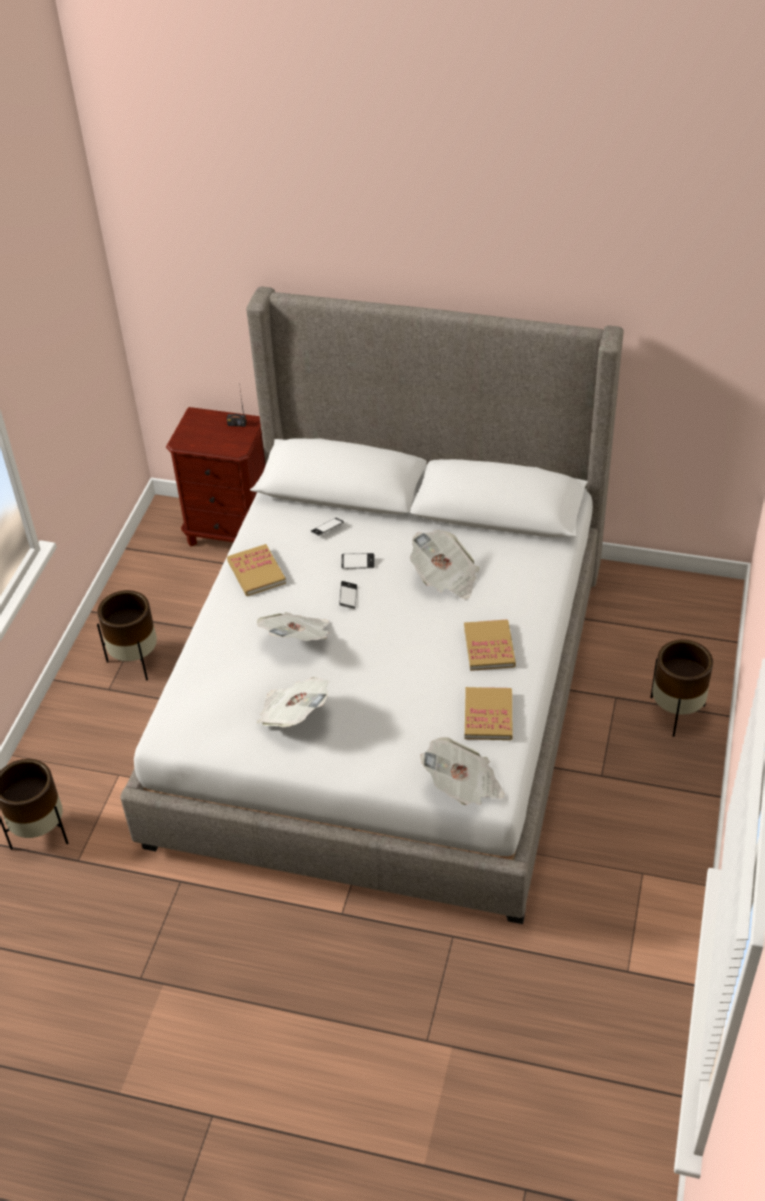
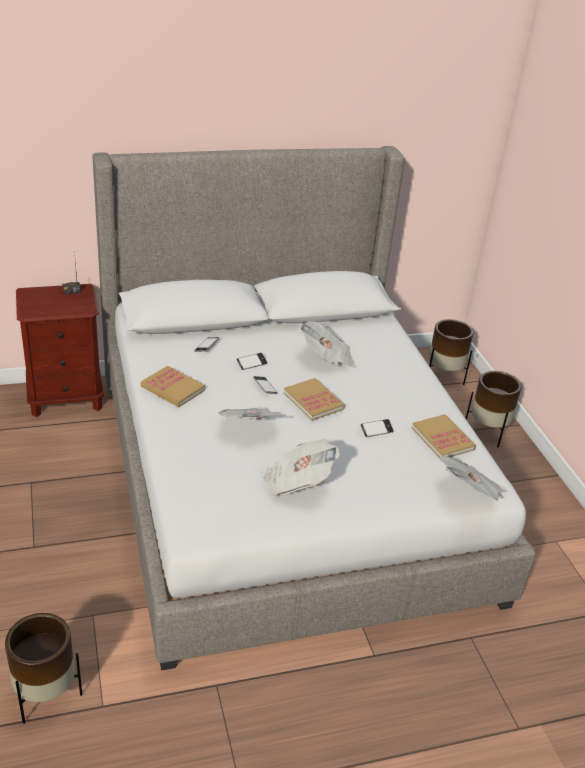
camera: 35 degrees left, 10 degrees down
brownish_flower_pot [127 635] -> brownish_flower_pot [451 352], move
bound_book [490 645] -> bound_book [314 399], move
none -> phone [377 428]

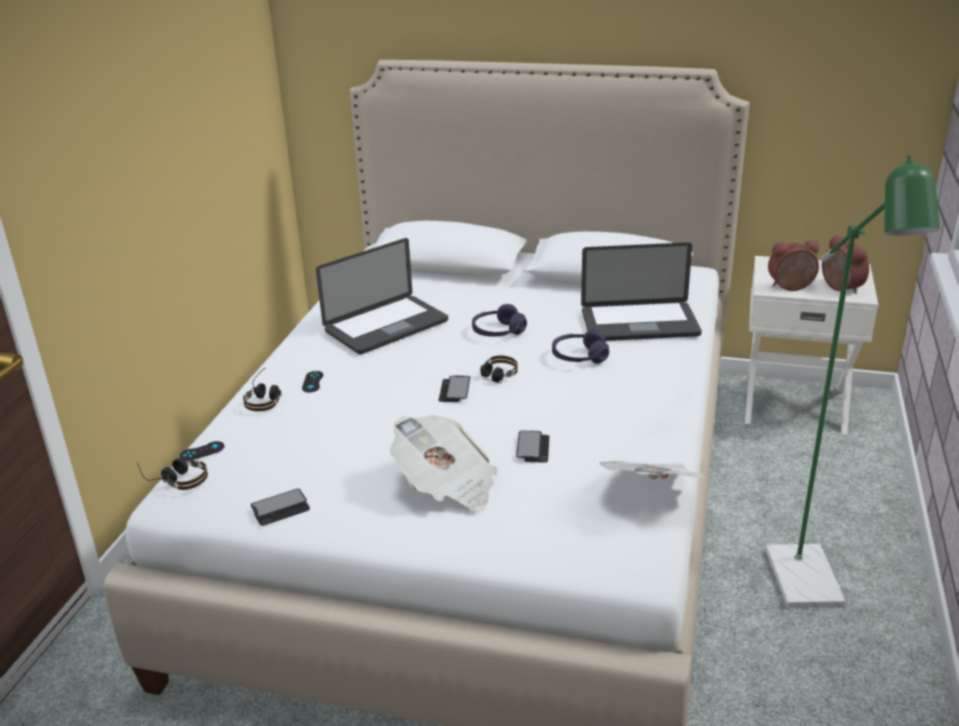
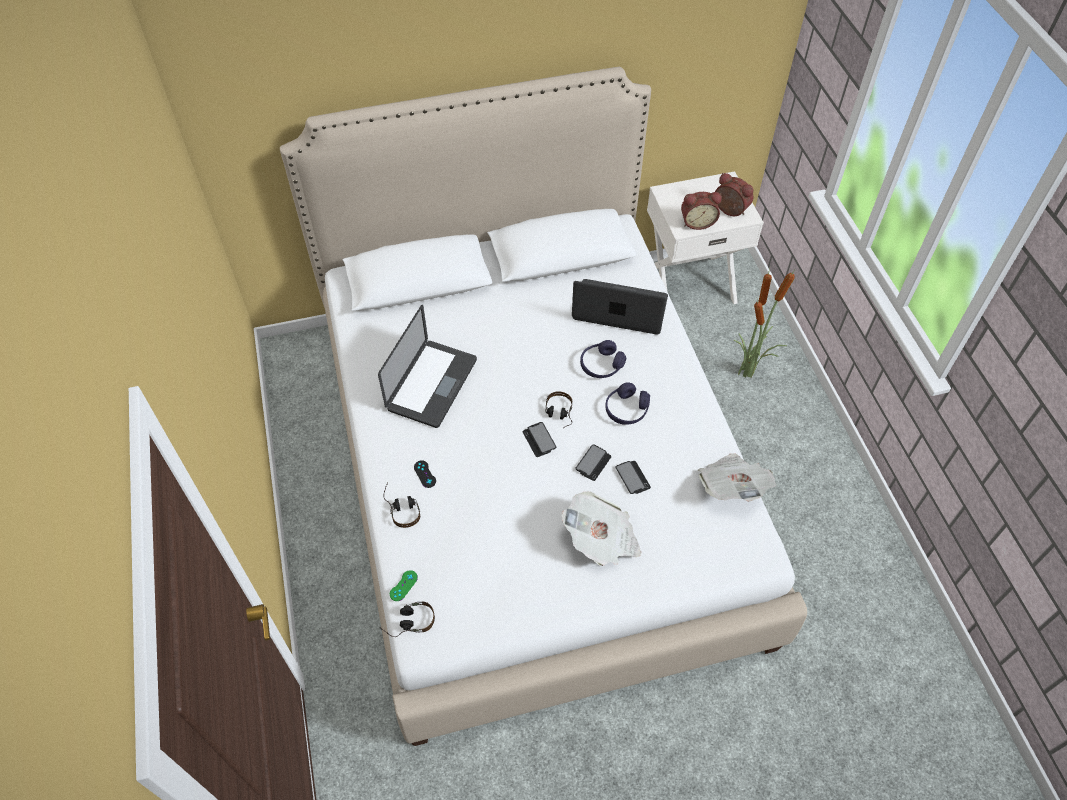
camera: 30 degrees left, 25 degrees up
blackish_joypad [202 451] -> greenish_joypad [404 585]
phone [280 507] -> phone [593 463], move
purplish_headset [499 320] -> purplish_headset [627 403], move
laptop [641 291] -> laptop [620 307], 135 degrees counterclockwise
greenish_standing_lamp [853 381] -> none
table_clock [793 265] -> table_clock [701 211], 150 degrees counterclockwise
none -> plant_in_a_pot [765 322]

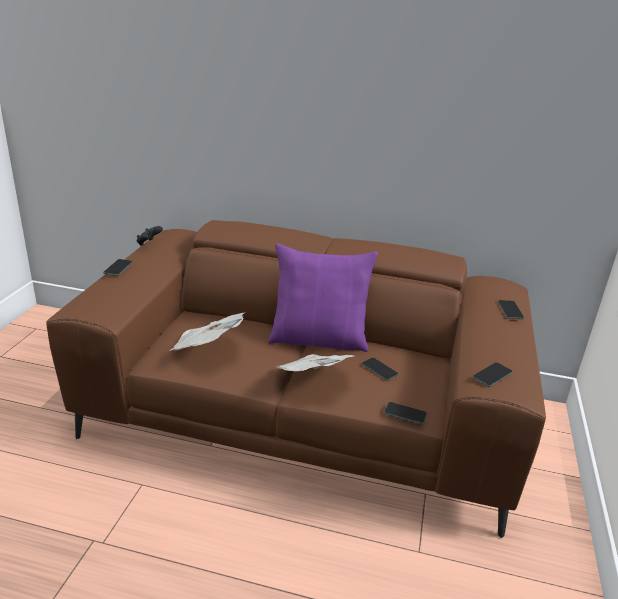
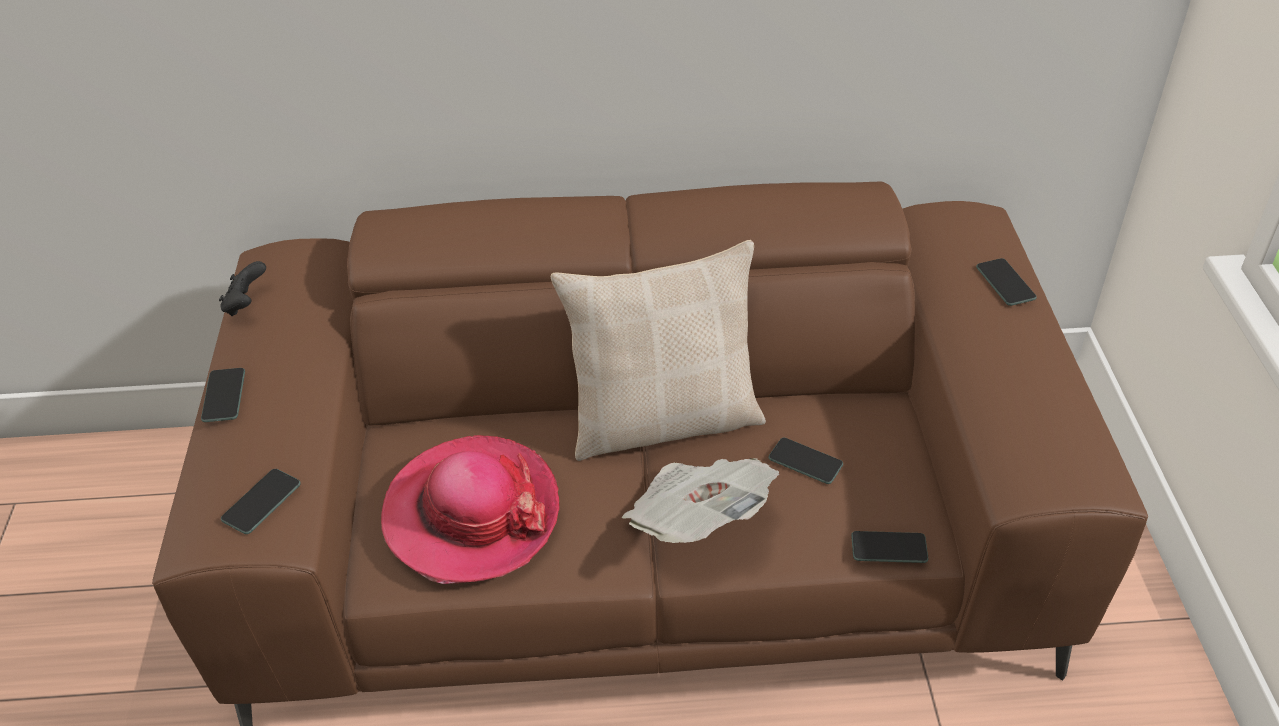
camera: 15 degrees left, 15 degrees up
daily_paper [207 331] -> wearable_hat [470 509]
purplish_throw_pillow [323 297] -> beige-coloured_throw_pillow [658 350]
phone [492 374] -> phone [261 501], move

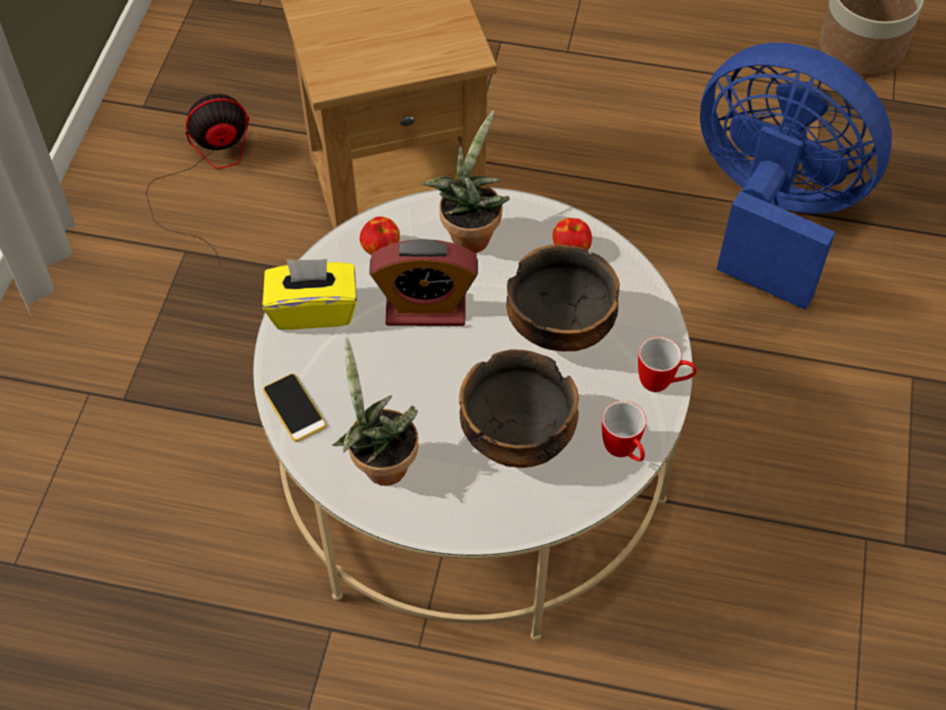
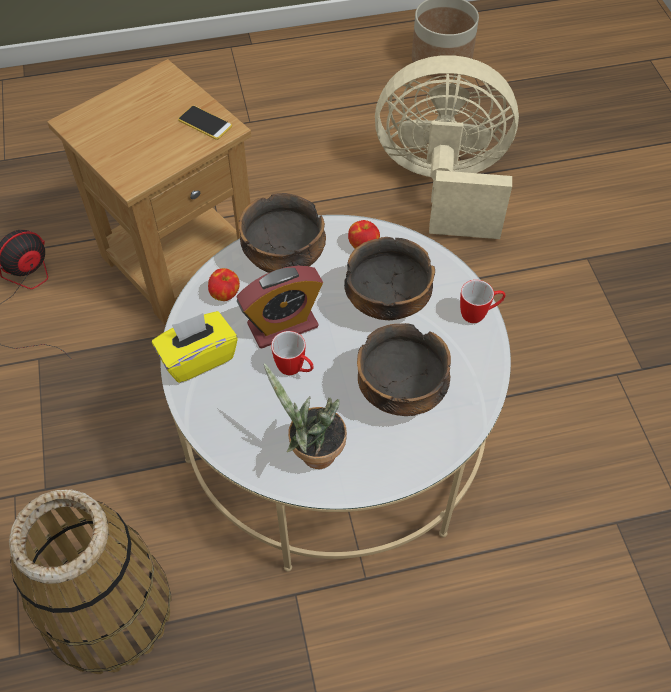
camera: 25 degrees left, 0 degrees up
phone [294 408] -> phone [205 123], move
plant_in_a_pot [465 181] -> bowl [282 233]
coffee_mug [624 431] -> coffee_mug [292 353], move
bluish_fan [796 176] -> beige-coloured_fan [447 147]
none -> basket [90 582]

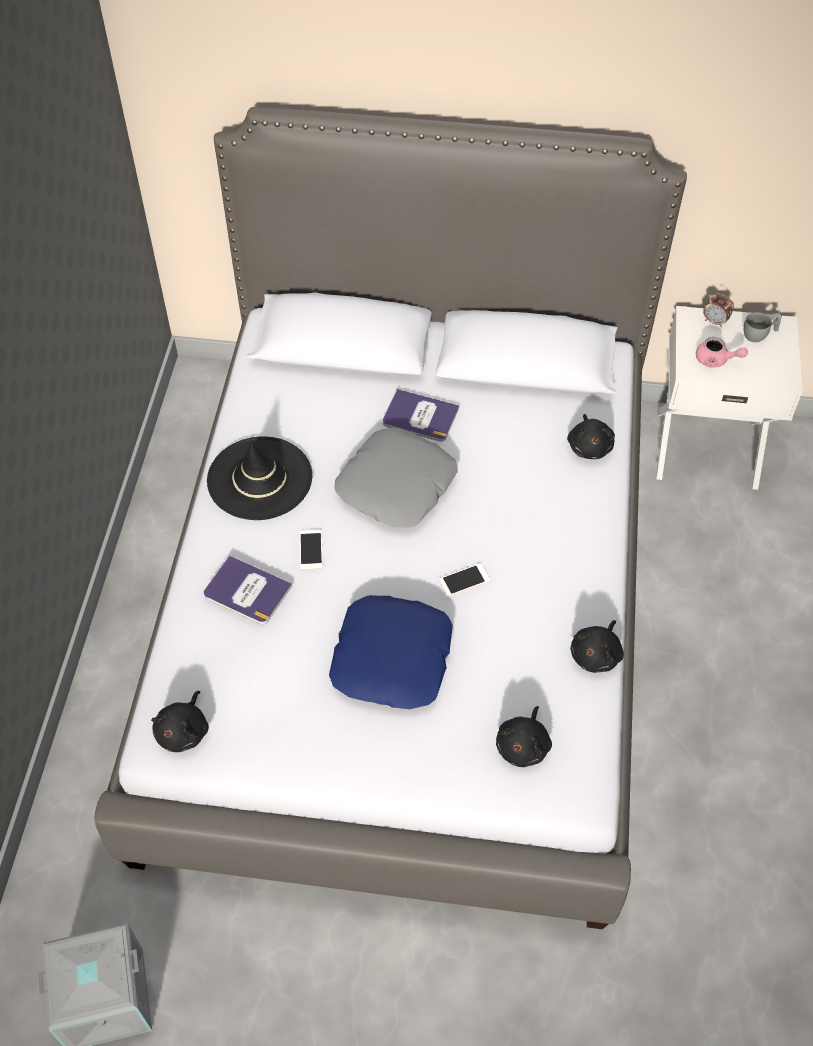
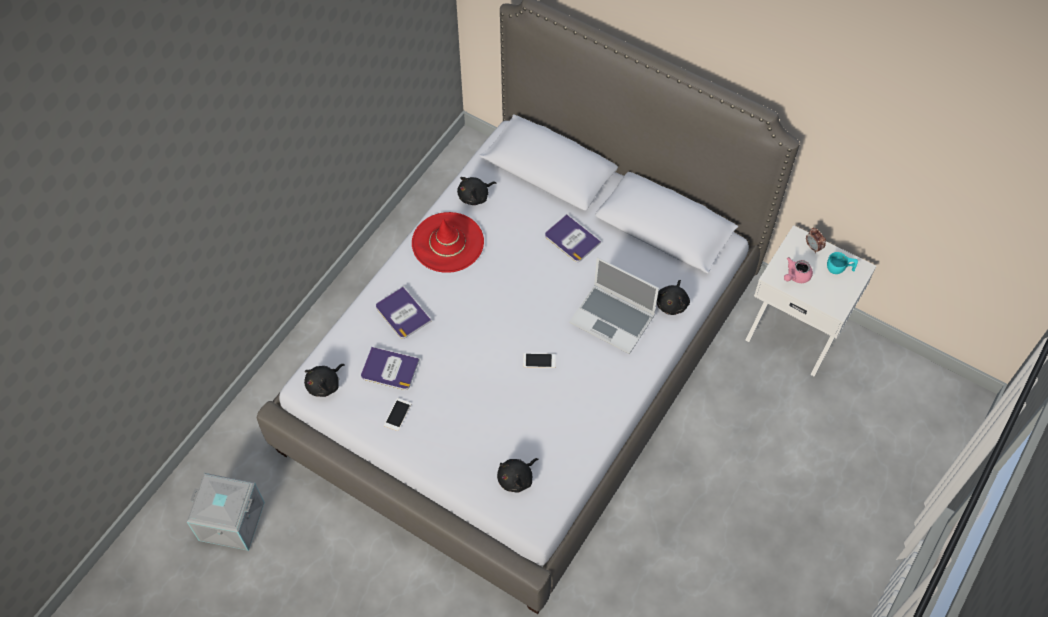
camera: 25 degrees right, 5 degrees up
blackish_wearable_hat [259 478] -> reddish_wearable_hat [448 242]
phone [311 550] -> phone [398 414], move
bluish_throw_pillow [391 652] -> none
grey_throw_pillow [396 477] -> none
blackish_cuddly_toy [597 646] -> blackish_cuddly_toy [477 191], move
pink-coloured_tea_pot [722 352] -> pink-coloured_tea_pot [798 270], 90 degrees clockwise
grey_drinking_cup [763 327] -> turquoise-coloured_drinking_cup [842 263]
none -> bound_book [390 368]
none -> laptop [614 305]

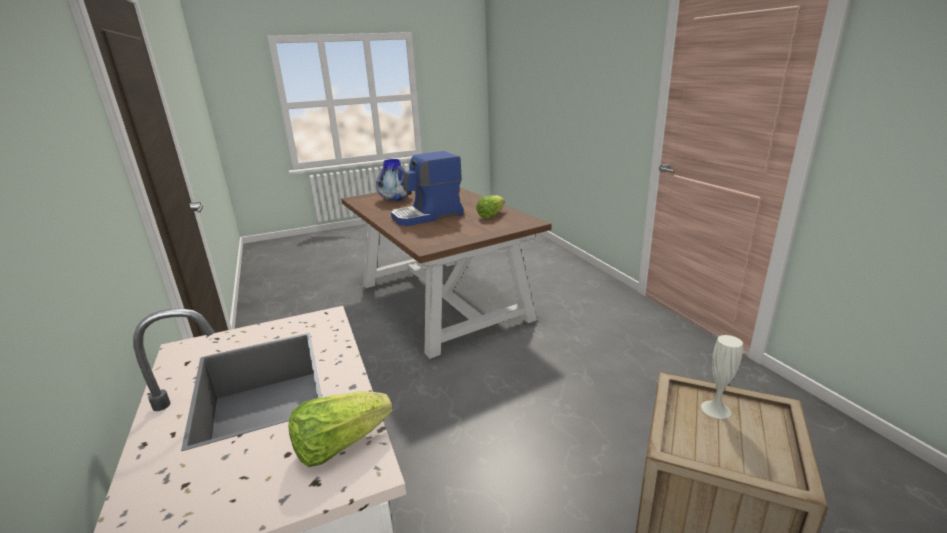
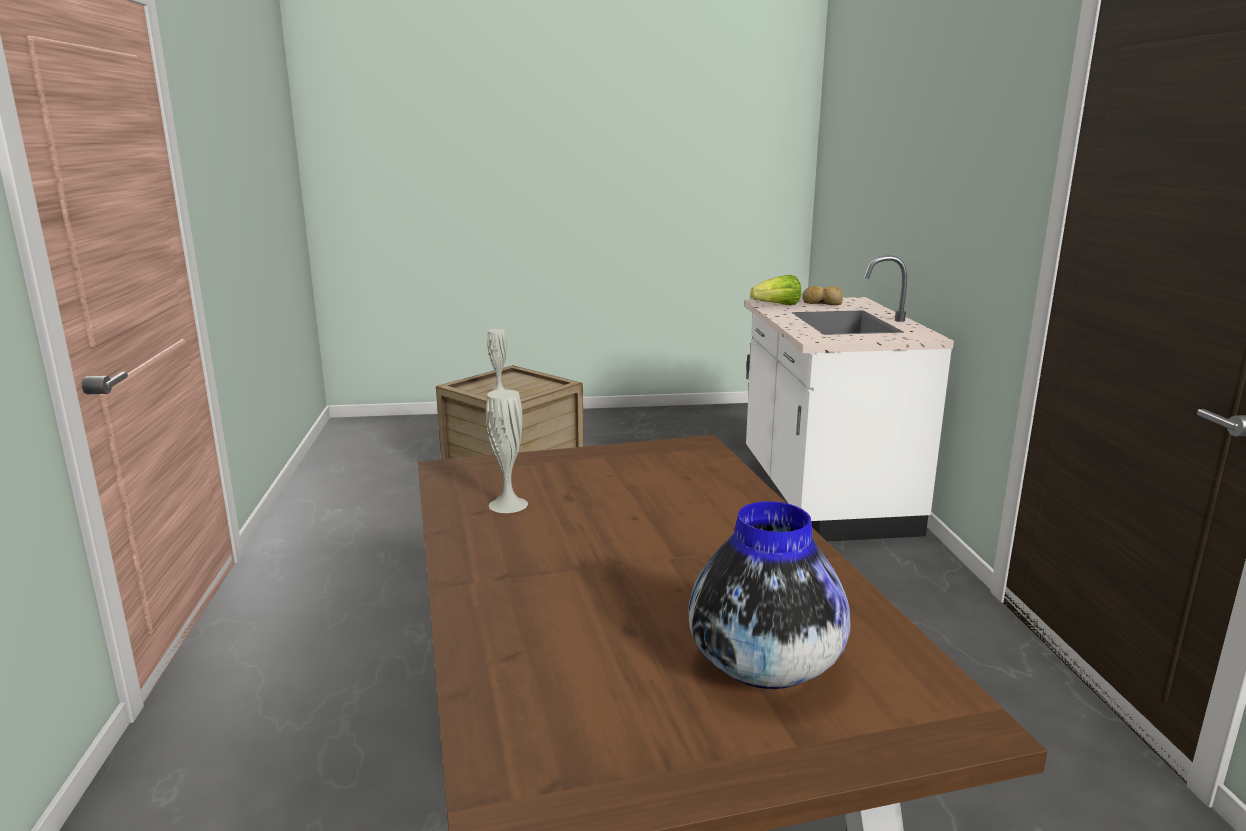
camera: 165 degrees left, 5 degrees down
coffee_brewer [427 188] -> none
lettuce [490 207] -> whitish_vase [507 451]
none -> bakery_bread [822 295]

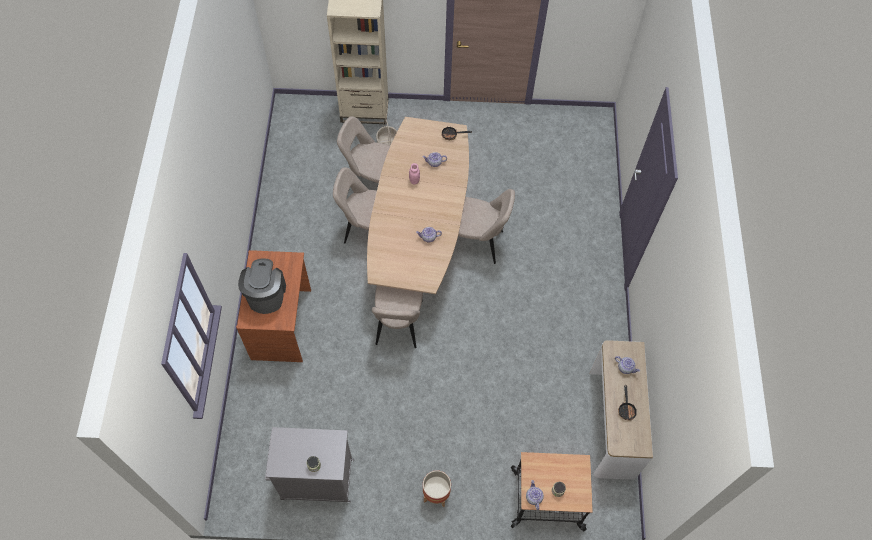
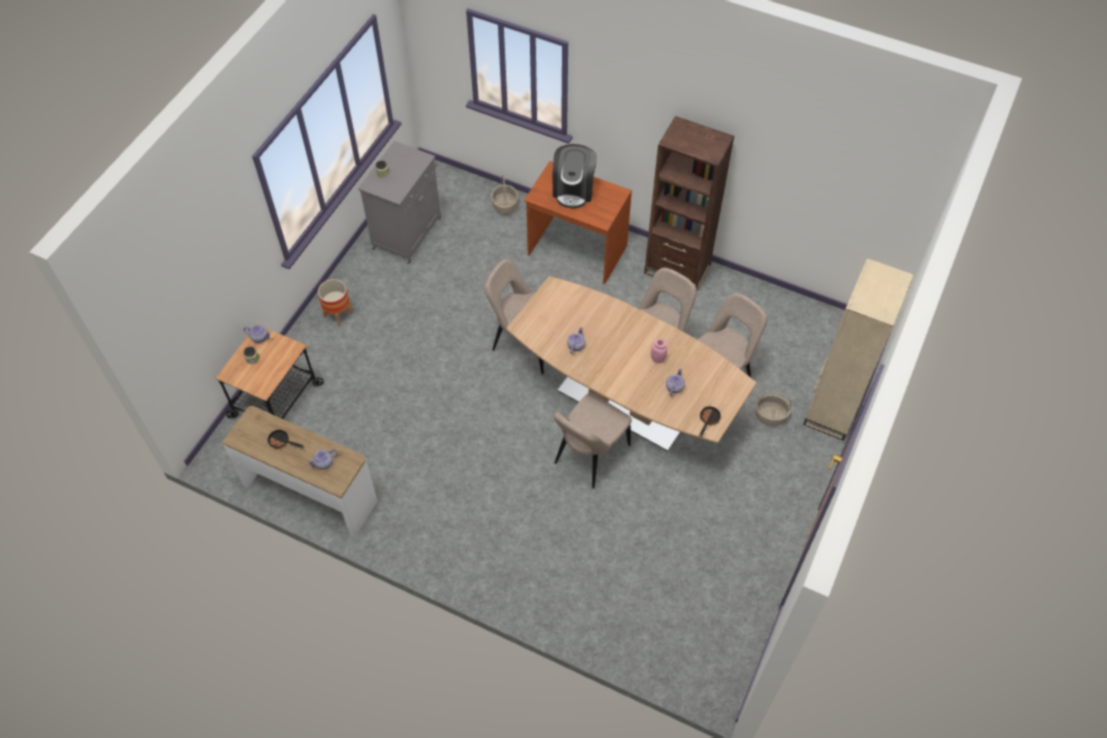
camera: 115 degrees right, 5 degrees down
coffee_brewer [262 286] -> coffee_brewer [575 176], 75 degrees clockwise
none -> basket [504 194]
none -> brownish_shelving_unit [689 203]

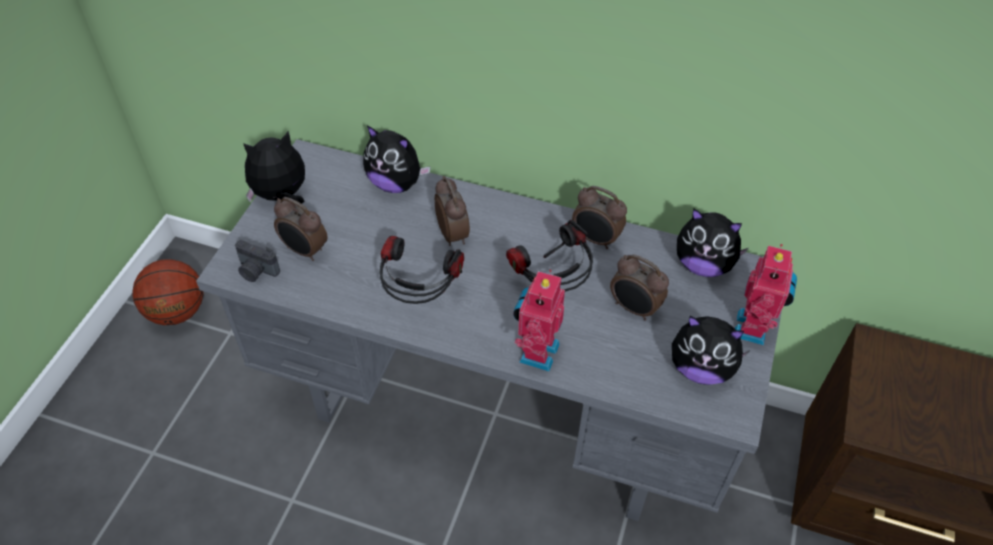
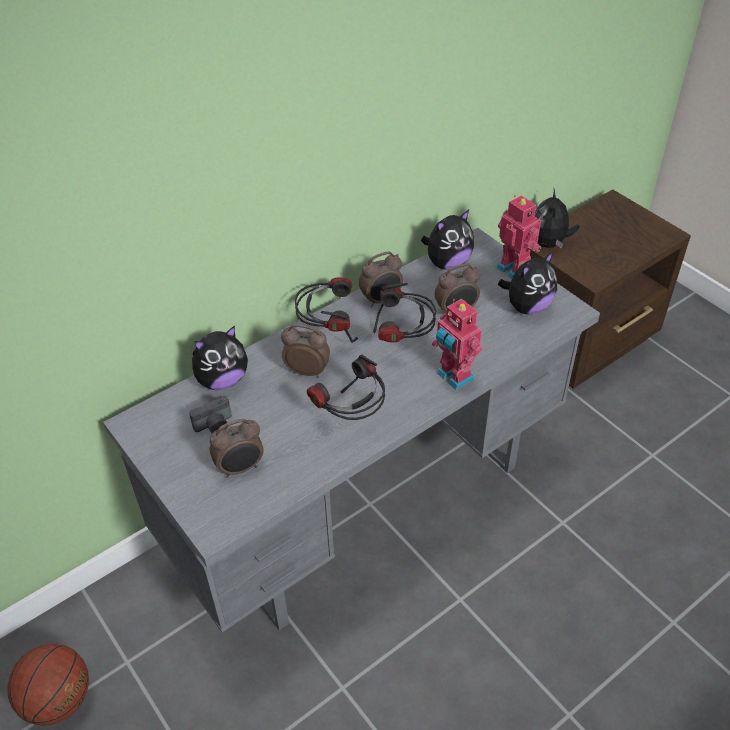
camera: 55 degrees left, 5 degrees down
photo_camera [257 261] -> photo_camera [210 414], move
cuddly_toy [274 167] -> cuddly_toy [557 219], move
none -> headset [326 310]

